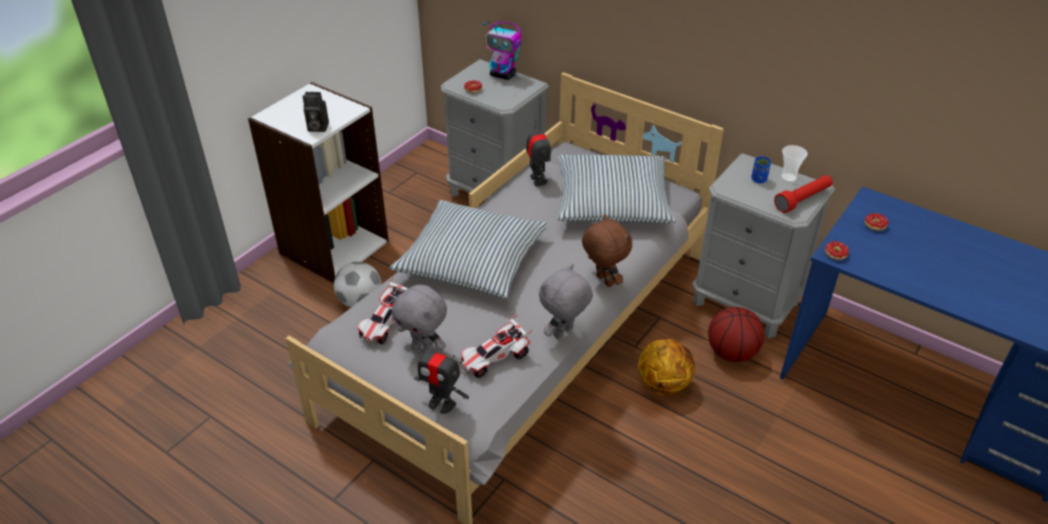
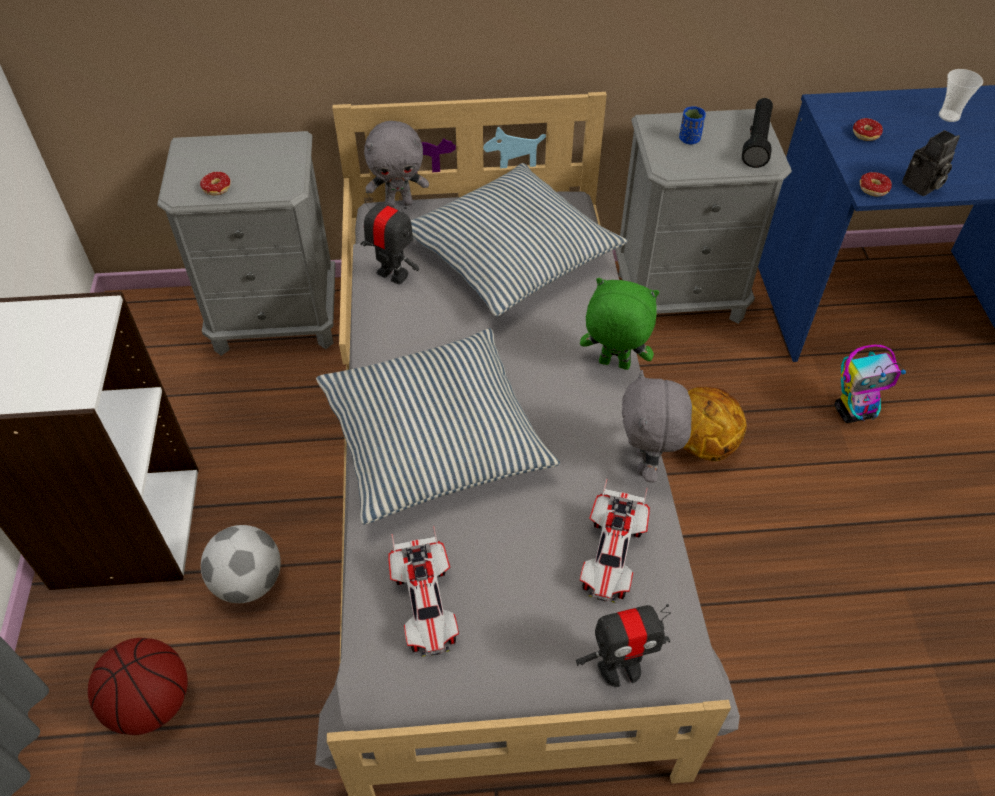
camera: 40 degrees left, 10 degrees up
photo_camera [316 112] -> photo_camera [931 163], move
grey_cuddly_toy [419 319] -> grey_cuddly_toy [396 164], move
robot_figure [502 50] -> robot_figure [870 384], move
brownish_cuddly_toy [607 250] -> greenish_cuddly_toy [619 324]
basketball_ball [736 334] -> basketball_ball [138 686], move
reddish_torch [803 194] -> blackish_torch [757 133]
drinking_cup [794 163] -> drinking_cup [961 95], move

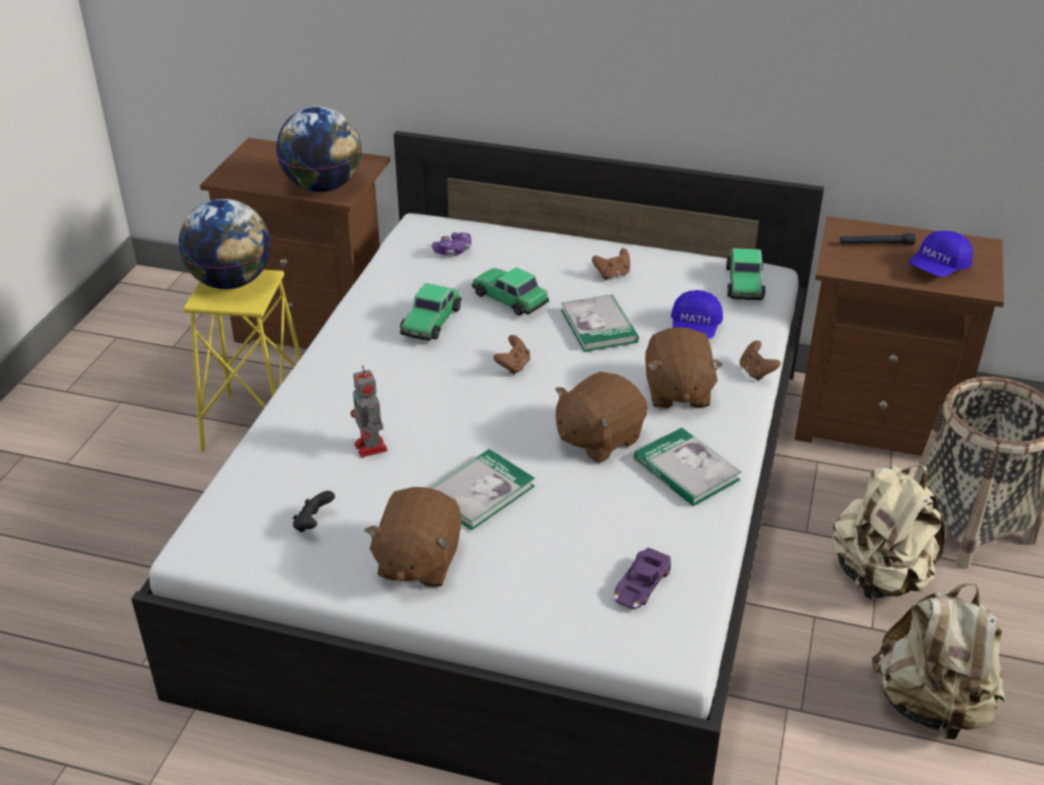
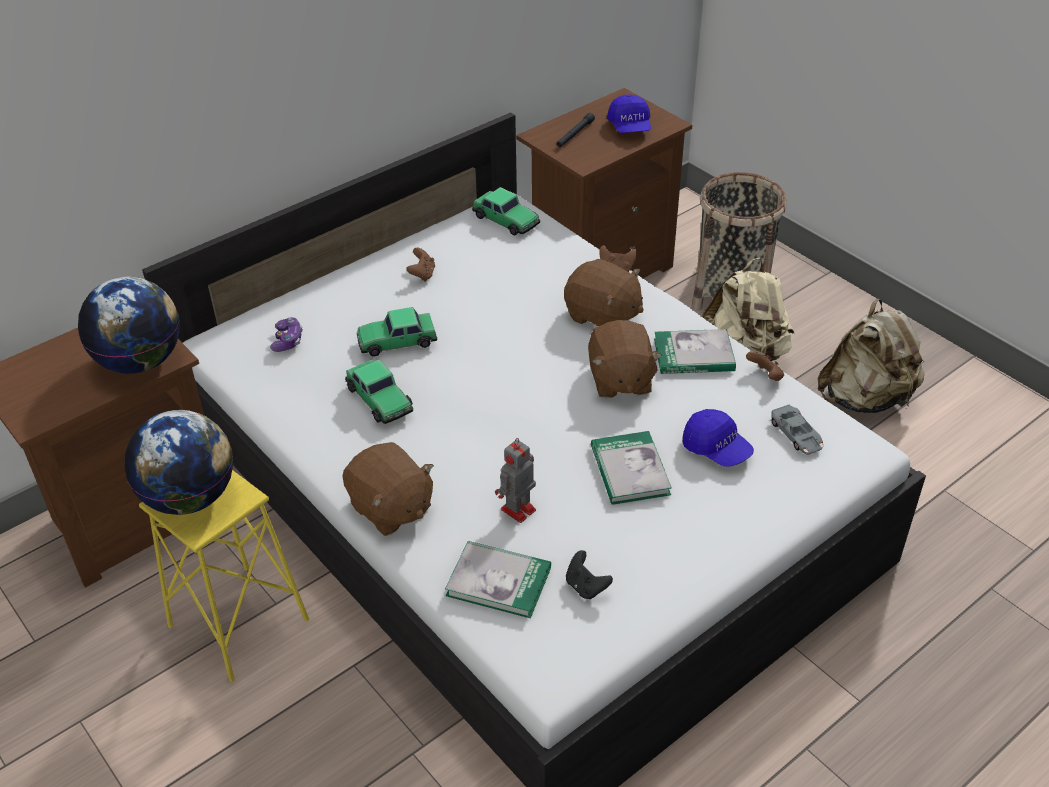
camera: 55 degrees left, 5 degrees up
robot_figure [369 412] -> robot_figure [515 480], 120 degrees clockwise
brownish_cuddly_toy [413 537] -> brownish_cuddly_toy [388 489], move
brownish_joypad [511 355] -> brownish_joypad [765 366], move
bound_book [600 323] -> bound_book [498 579], move
purplish_miniature_car [642 578] -> grey_miniature_car [797 429]
bluish_peaked_cap [697 314] -> bluish_peaked_cap [718 438], move

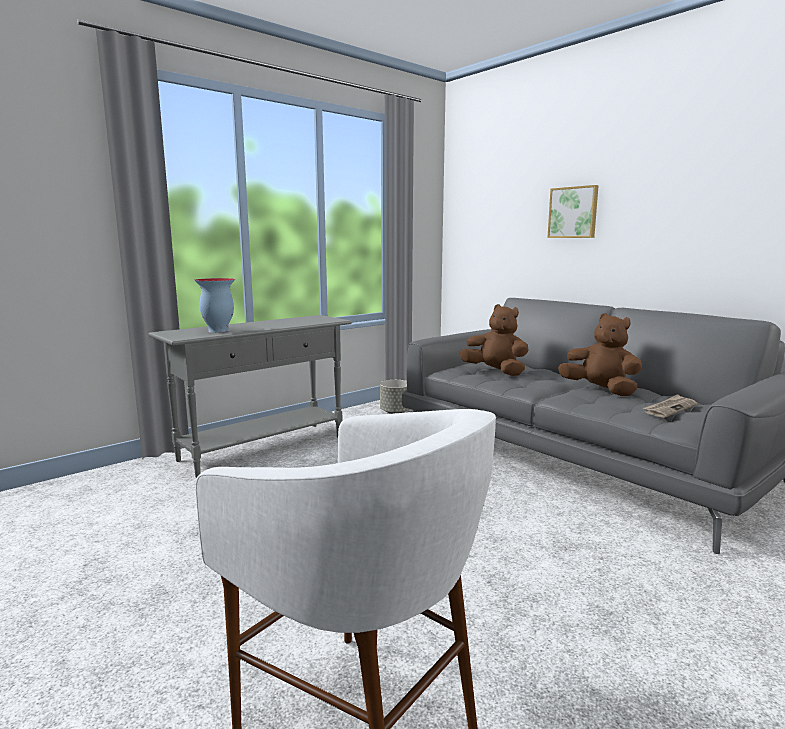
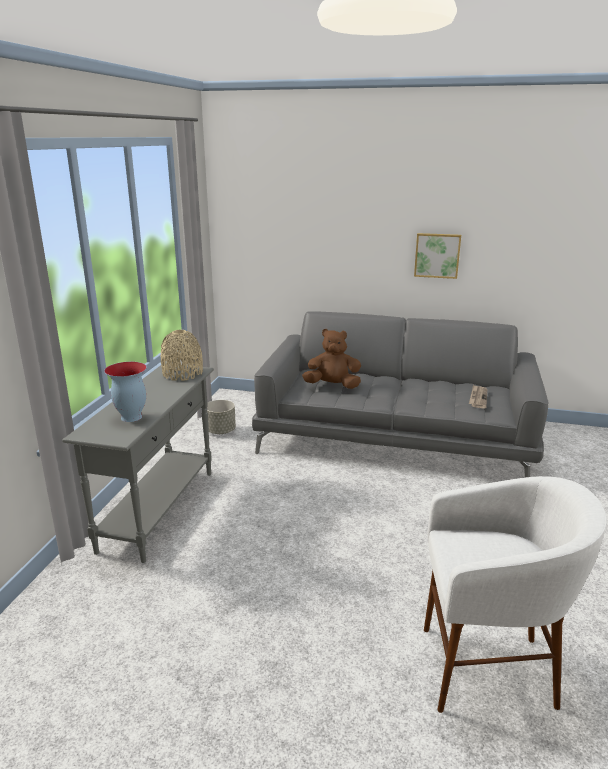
camera: 35 degrees left, 10 degrees up
wall_art [573 211] -> wall_art [437 256], move
brownish_cuddly_toy [600 354] -> none
none -> beige-coloured_vase [182 355]

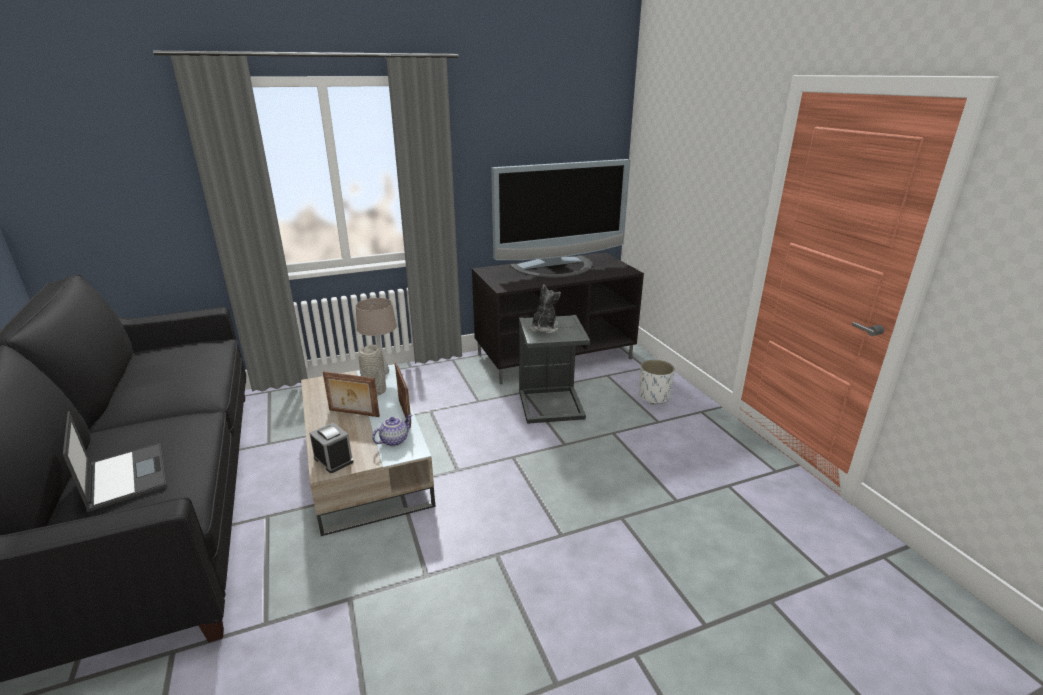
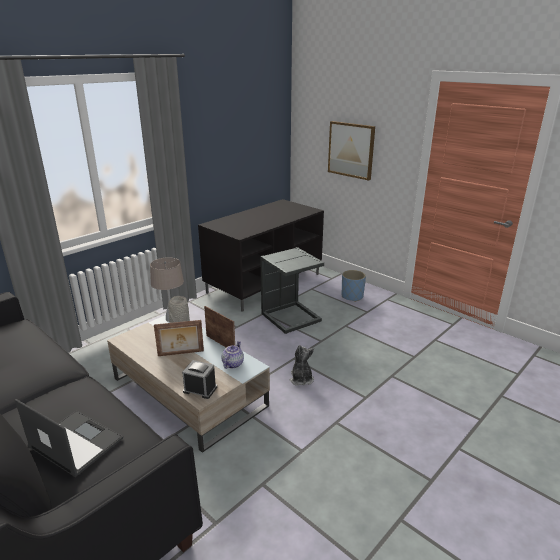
camera: 25 degrees left, 0 degrees up
TV [560 218] -> none
cuddly_toy [545 309] -> cuddly_toy [302 365], move
whitish_flower_pot [657 382] -> bluish_flower_pot [354 286]
none -> wall_art [351 151]

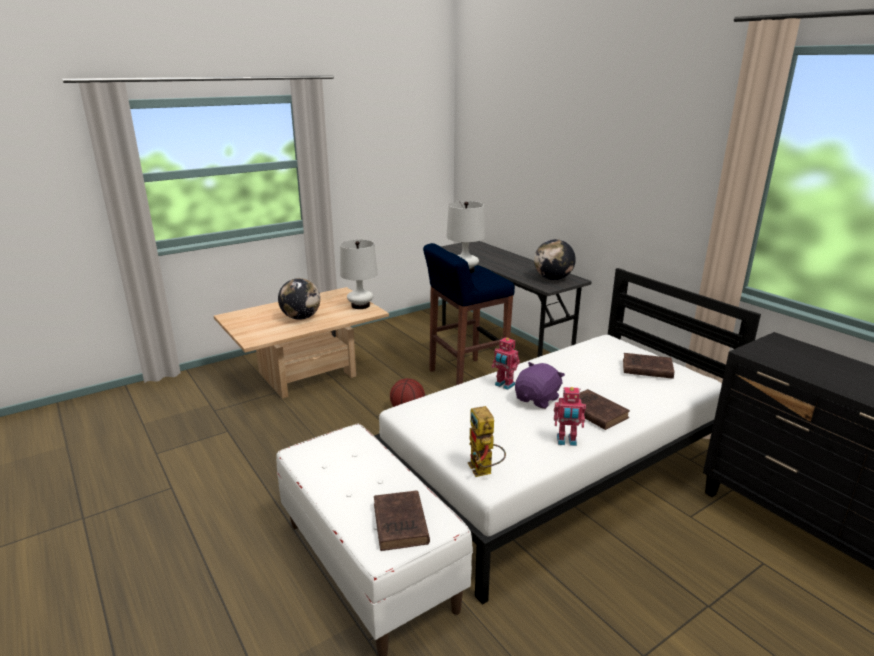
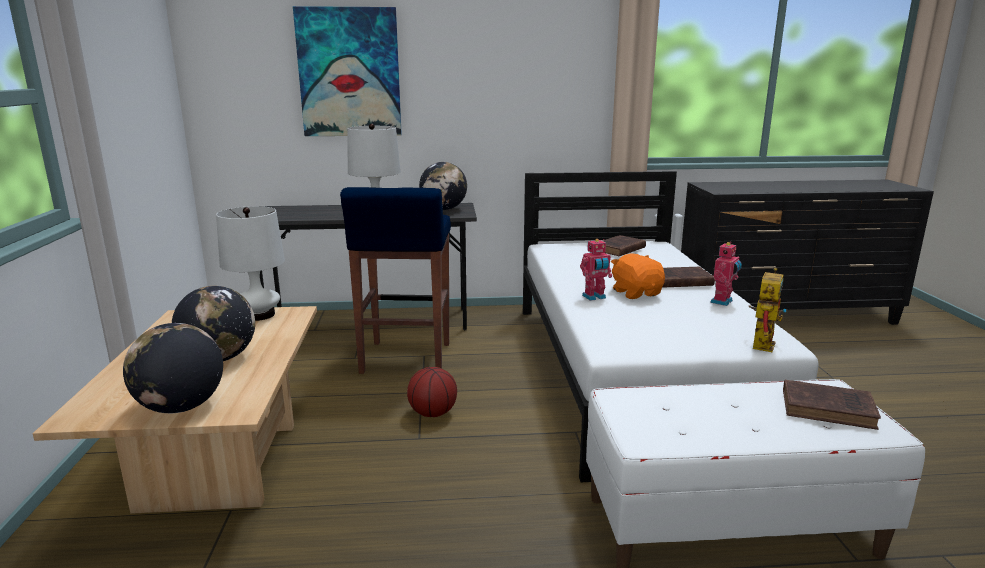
camera: 60 degrees left, 5 degrees down
robot_figure [487 441] -> robot_figure [767 310], 75 degrees counterclockwise
purplish_cuddly_toy [540 385] -> orange_cuddly_toy [638 276]
none -> globe [173 368]
none -> wall_art [347 71]

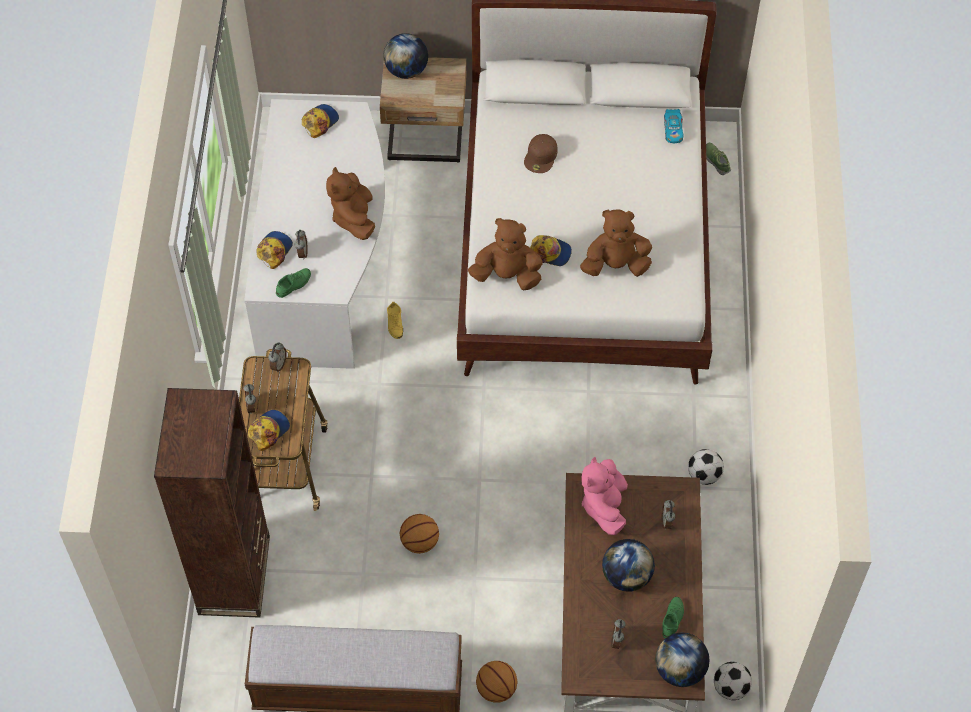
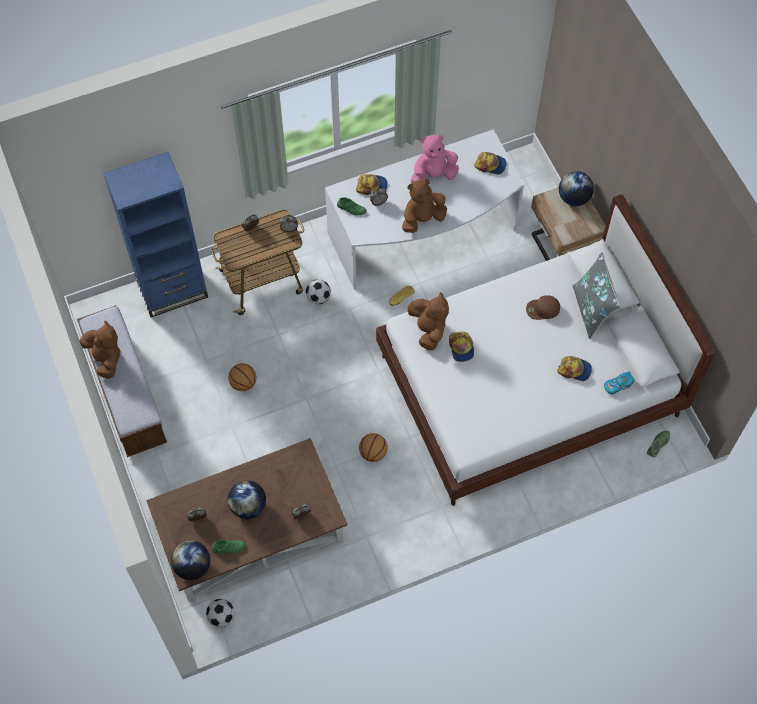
camera: 65 degrees right, 5 degrees up
brownish_shelving_unit [212 503] -> bluish_shelving_unit [155 234]
peaked_cap [269 430] -> peaked_cap [574 368], move
basketball_ball [497 682] -> basketball_ball [373 447], move
brownish_cuddly_toy [616 243] -> brownish_cuddly_toy [100 350], move
pink-coloured_cuddly_toy [604 496] -> pink-coloured_cuddly_toy [435 159], move
football_ball [706 467] -> football_ball [318 291], move
none -> grey_throw_pillow [596 295]

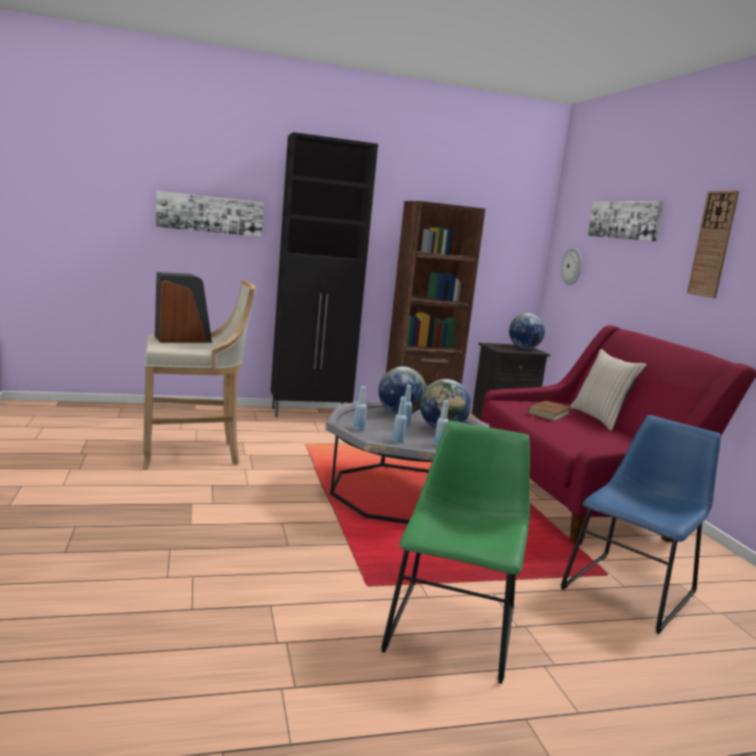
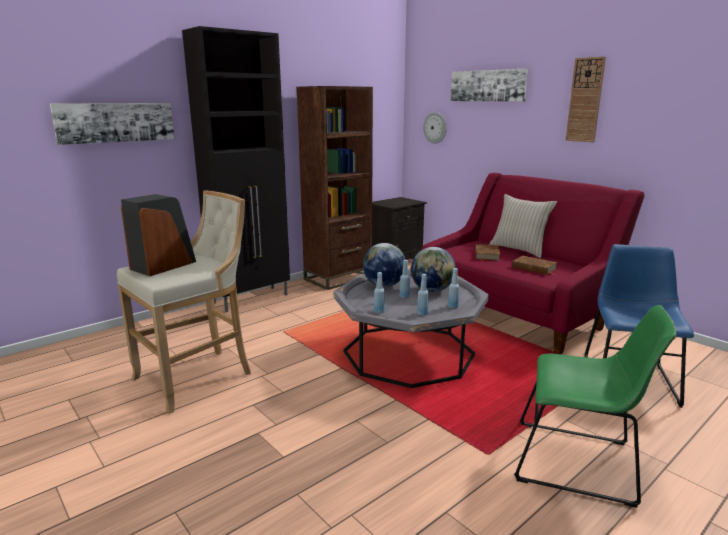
camera: 25 degrees left, 5 degrees up
greenish_chair [455 552] -> greenish_chair [595 406], 120 degrees clockwise
globe [527 331] -> none
none -> brownish_bound_book [535 265]

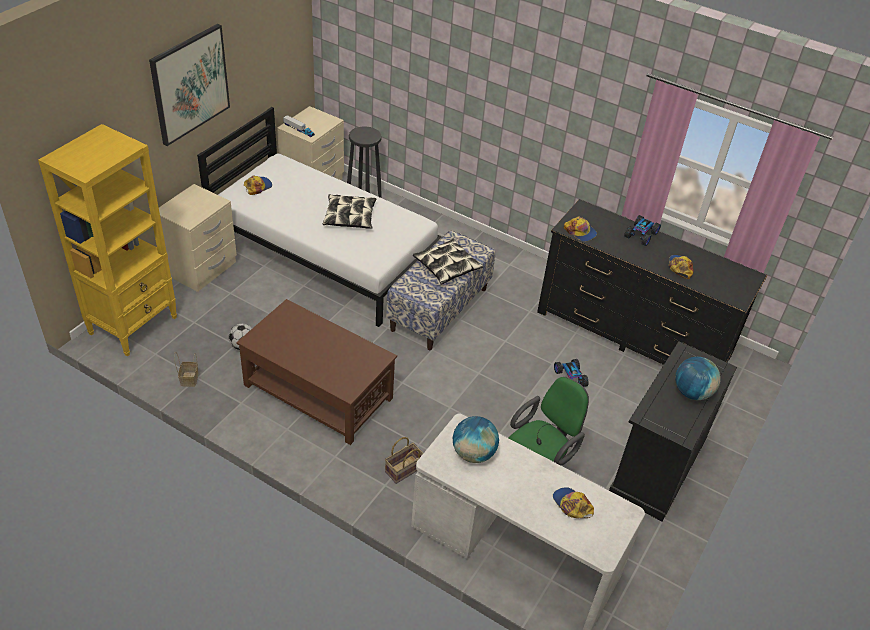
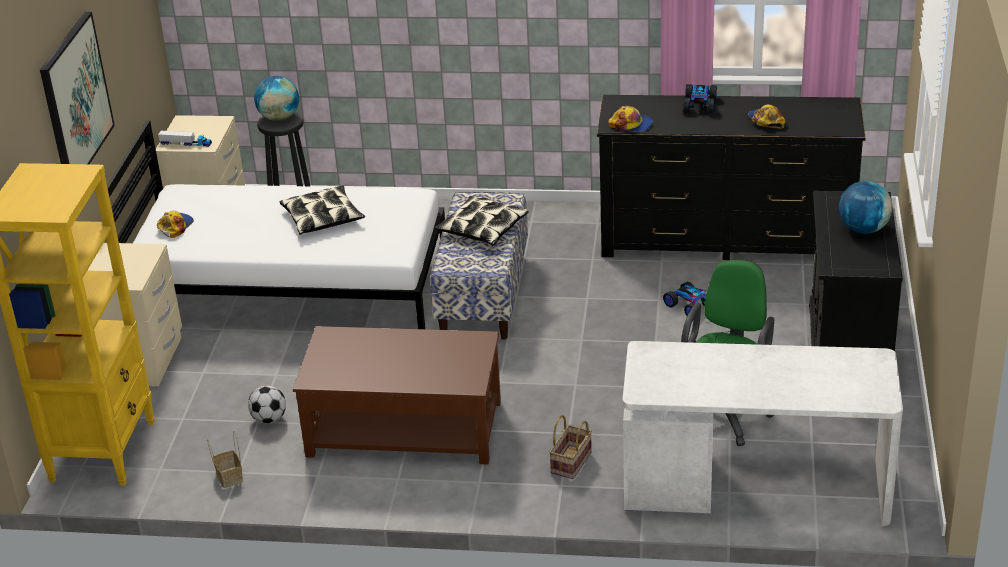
camera: 20 degrees left, 10 degrees down
globe [476 439] -> globe [276 98], move
peaked_cap [573 502] -> none

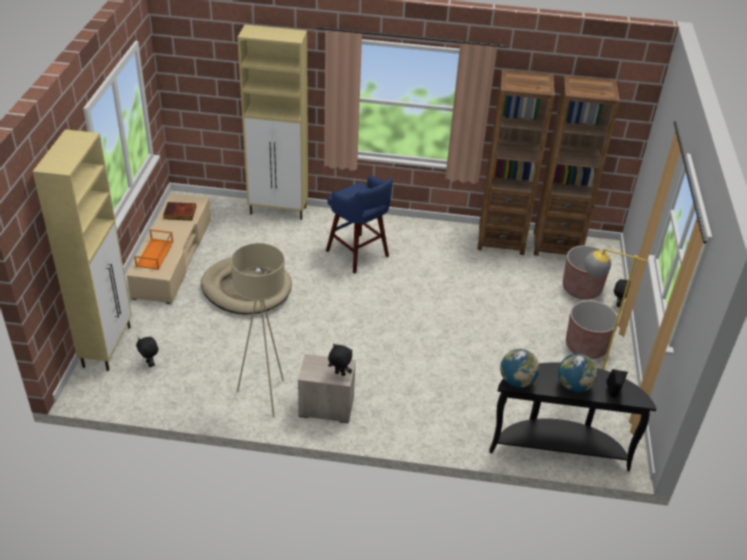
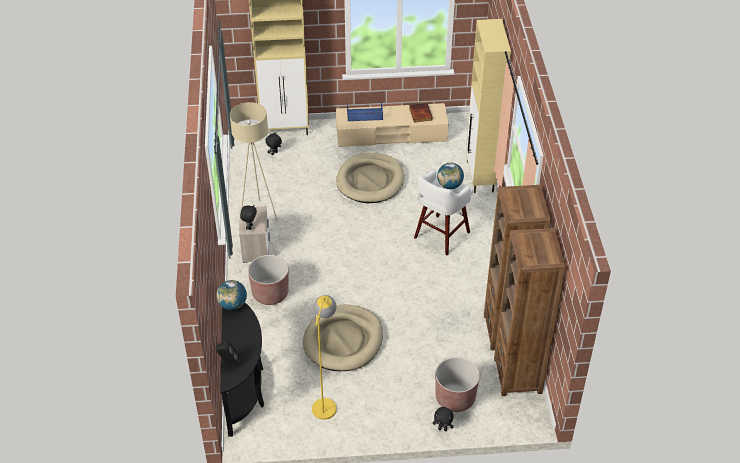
camera: 80 degrees right, 5 degrees up
orange_carrying_tray [153 249] -> bluish_carrying_tray [365 111]
bluish_stool_seat [359 225] -> whitish_stool_seat [443 212]
globe [578 373] -> globe [450 175], move
brownish_flower_pot [592 329] -> brownish_flower_pot [268 280], move
none -> beige-coloured_pet_bed [343 337]

